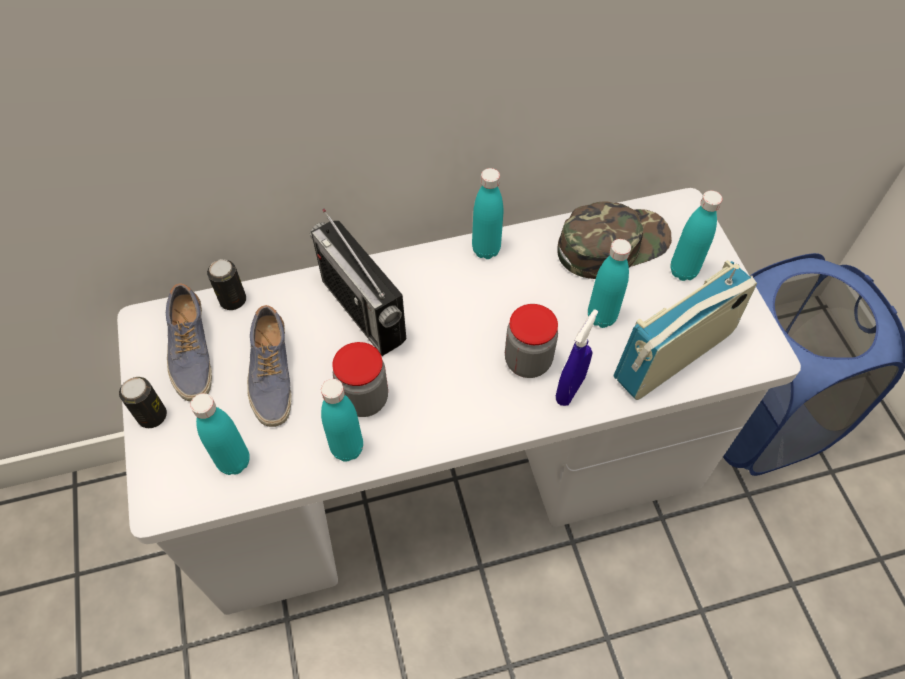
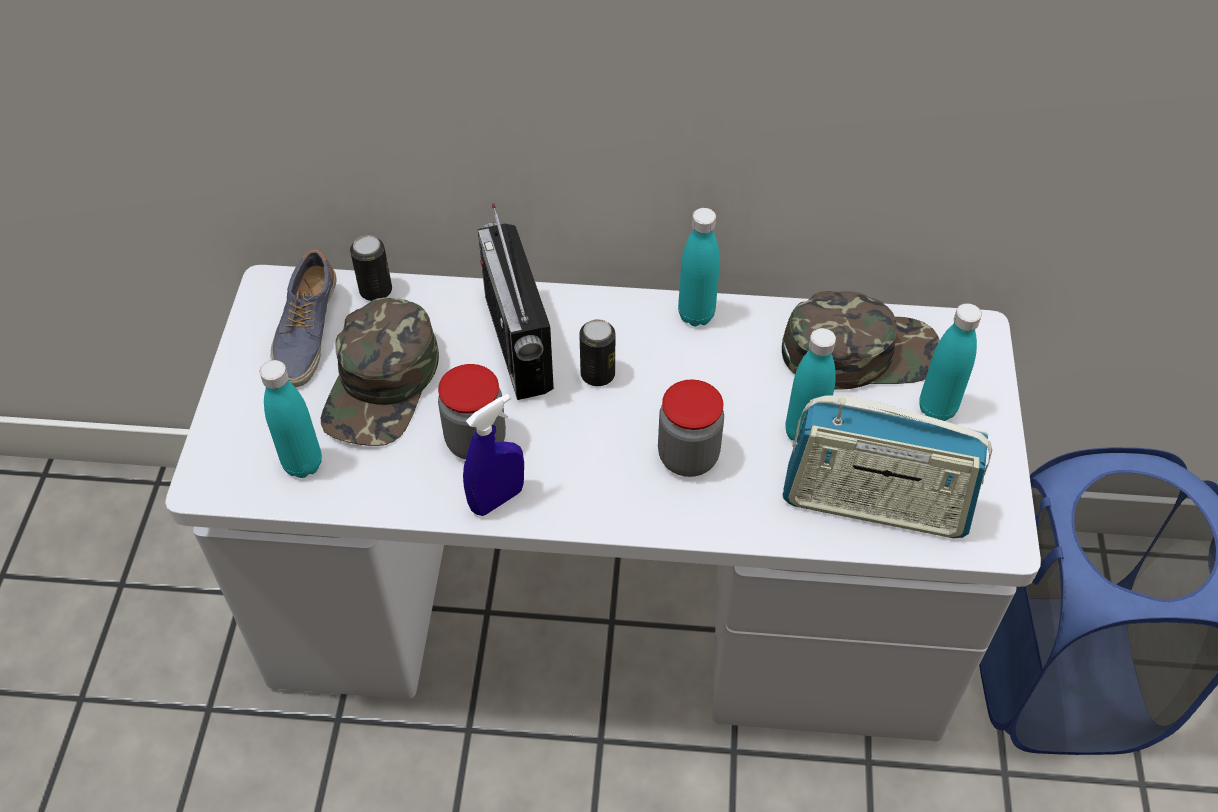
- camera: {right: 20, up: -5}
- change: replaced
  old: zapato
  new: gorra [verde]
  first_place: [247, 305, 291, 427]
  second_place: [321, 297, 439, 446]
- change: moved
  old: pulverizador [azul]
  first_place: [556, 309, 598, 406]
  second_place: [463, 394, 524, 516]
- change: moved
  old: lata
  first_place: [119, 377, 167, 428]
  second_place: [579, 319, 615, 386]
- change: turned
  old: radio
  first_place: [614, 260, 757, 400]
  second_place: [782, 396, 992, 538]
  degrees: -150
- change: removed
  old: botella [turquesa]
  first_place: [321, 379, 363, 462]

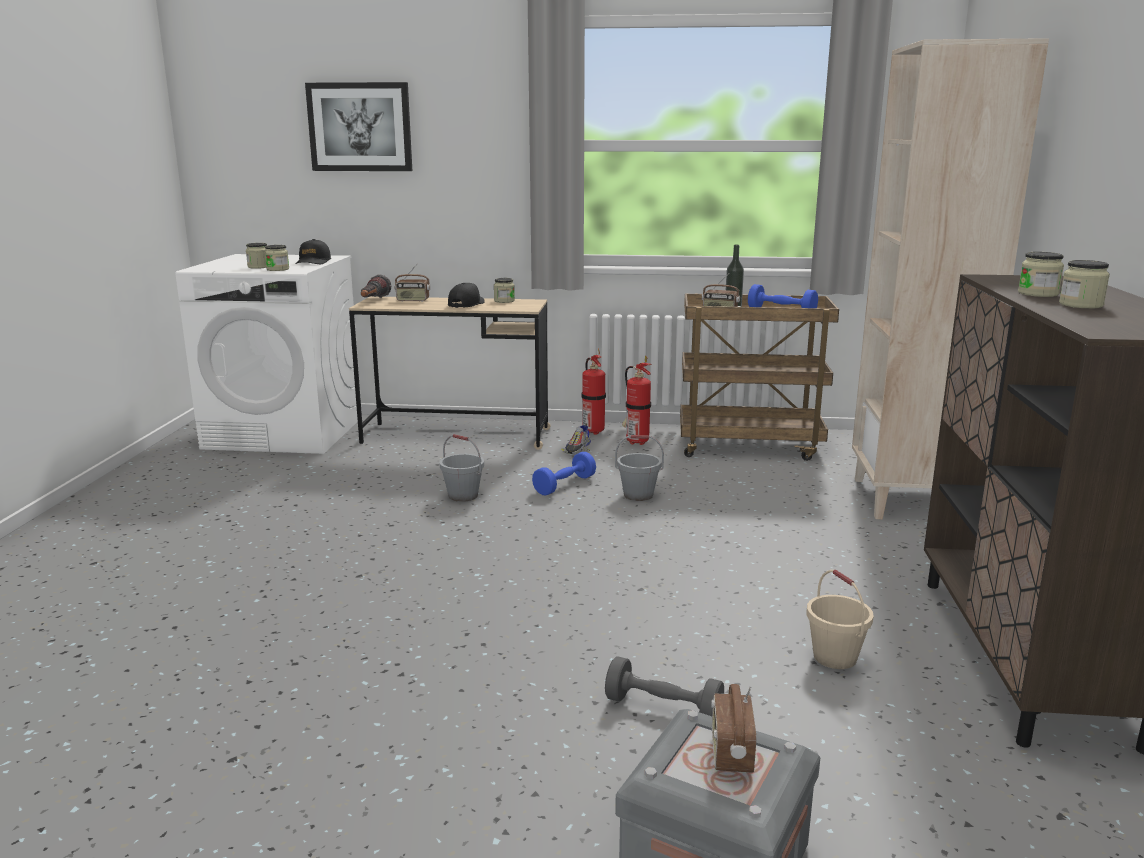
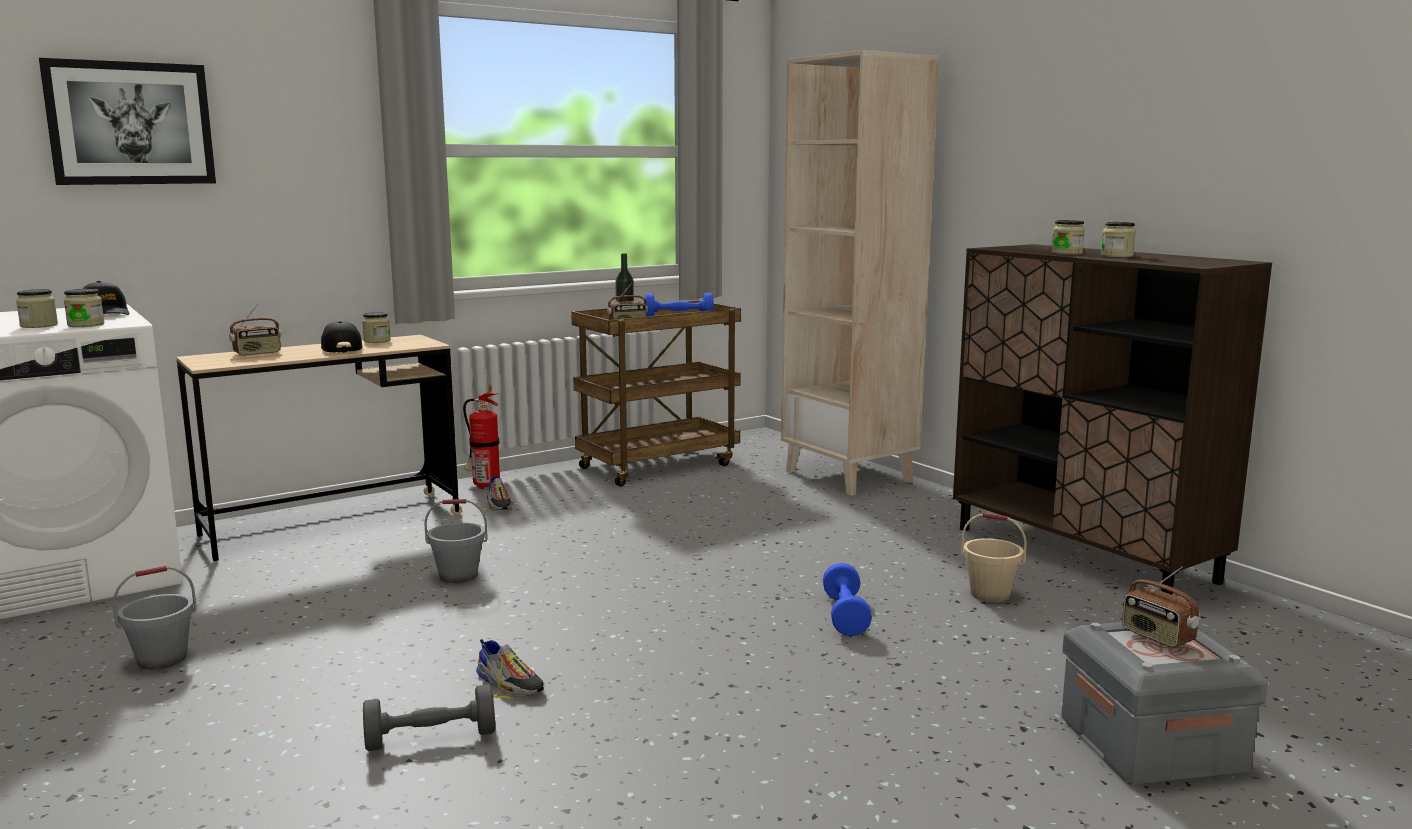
- camera: {right: -40, up: -5}
- change: moved
  old: cubo [gris]
  first_place: [615, 435, 664, 501]
  second_place: [113, 566, 197, 670]
- change: moved
  old: mancuerna [gris]
  first_place: [605, 656, 724, 716]
  second_place: [363, 684, 495, 751]
- change: added
  new: zapato
  second_place: [476, 639, 545, 700]
- change: moved
  old: mancuerna [azul]
  first_place: [532, 452, 596, 495]
  second_place: [823, 563, 872, 636]
- change: removed
  old: linterna
  first_place: [361, 274, 391, 298]
- change: removed
  old: extintor
  first_place: [622, 355, 652, 445]

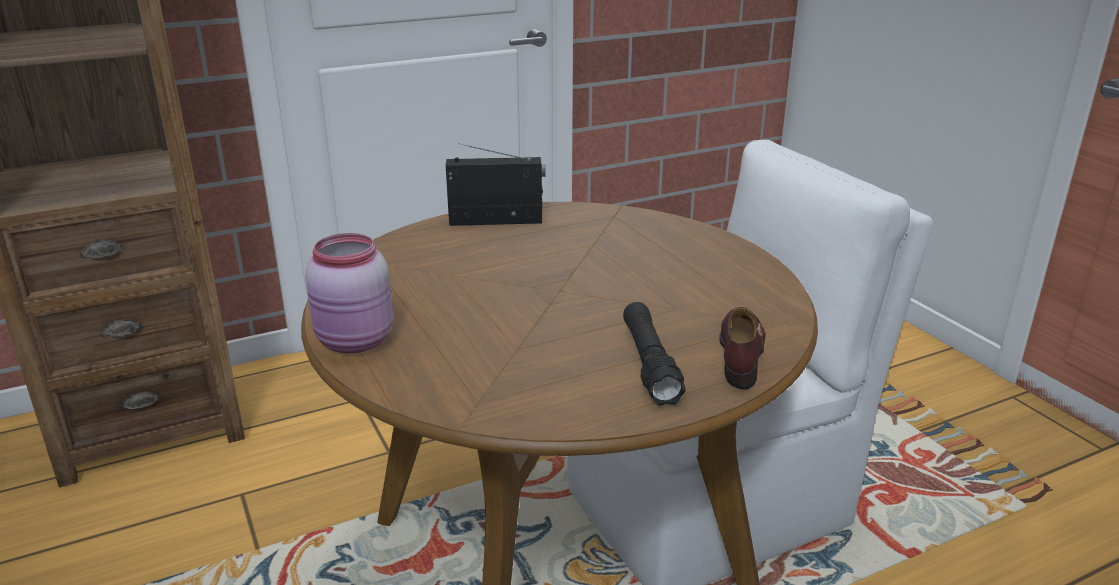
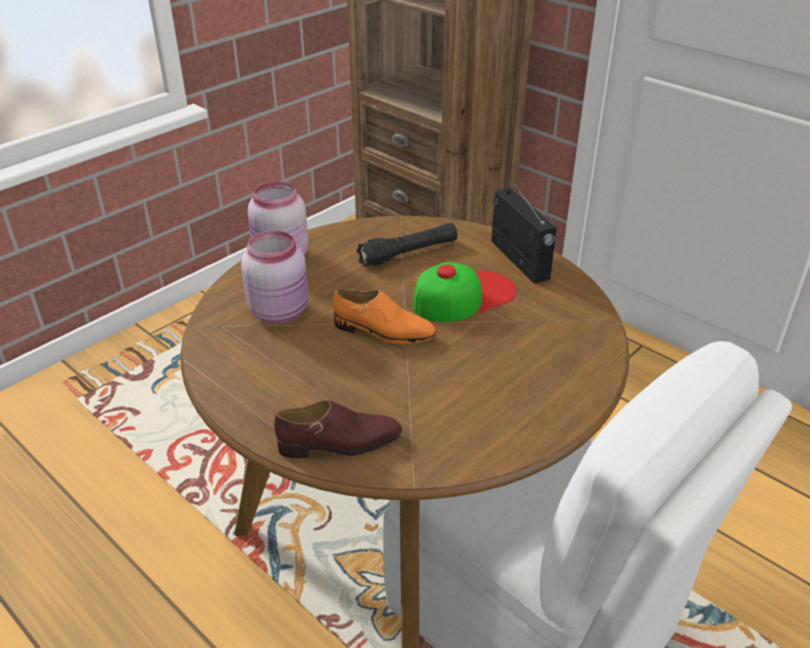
- camera: {right: 70, up: 10}
- change: added
  new: tarro [rosa]
  second_place: [241, 231, 308, 324]
- change: added
  new: zapato [naranja]
  second_place: [333, 288, 436, 344]
- change: moved
  old: linterna [negro]
  first_place: [623, 302, 686, 406]
  second_place: [356, 223, 458, 267]
- change: added
  new: gorra
  second_place: [413, 262, 516, 322]

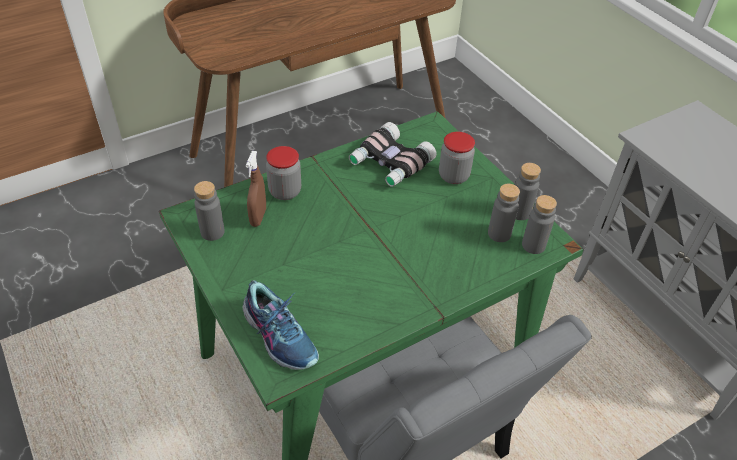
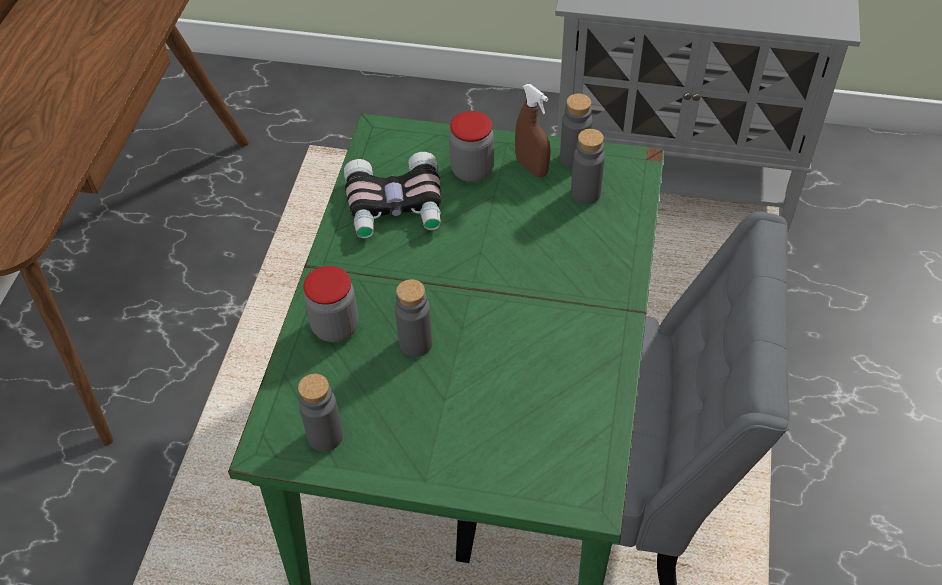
- camera: {right: -45, up: 5}
- change: moved
  old: botella [gris]
  first_place: [522, 195, 557, 254]
  second_place: [395, 279, 432, 357]
- change: moved
  old: pulverizador [marrón]
  first_place: [246, 151, 266, 227]
  second_place: [515, 84, 551, 177]
- change: removed
  old: zapato
  first_place: [243, 280, 319, 370]

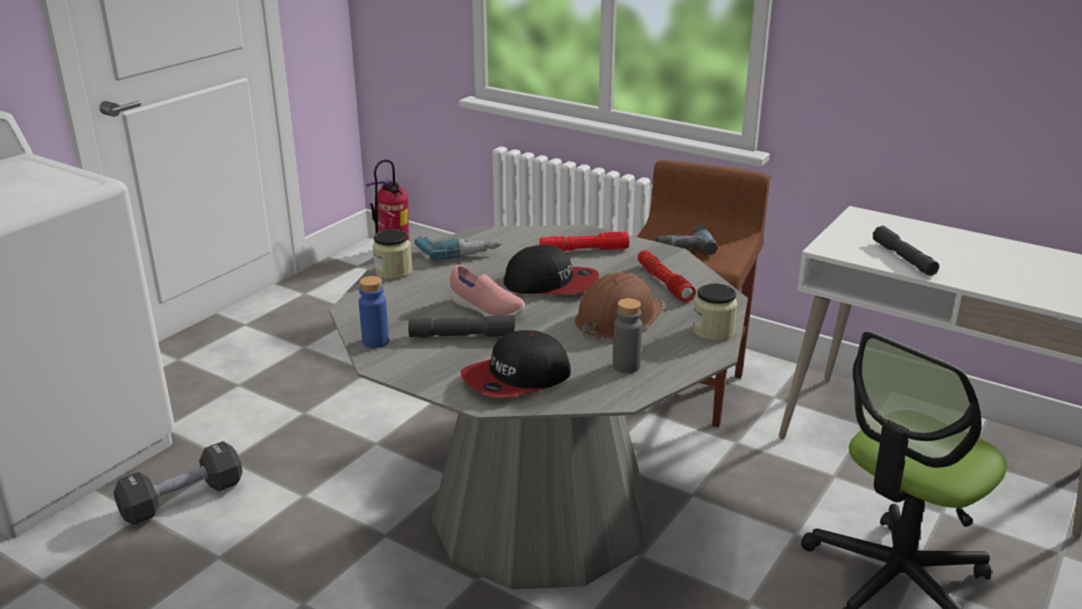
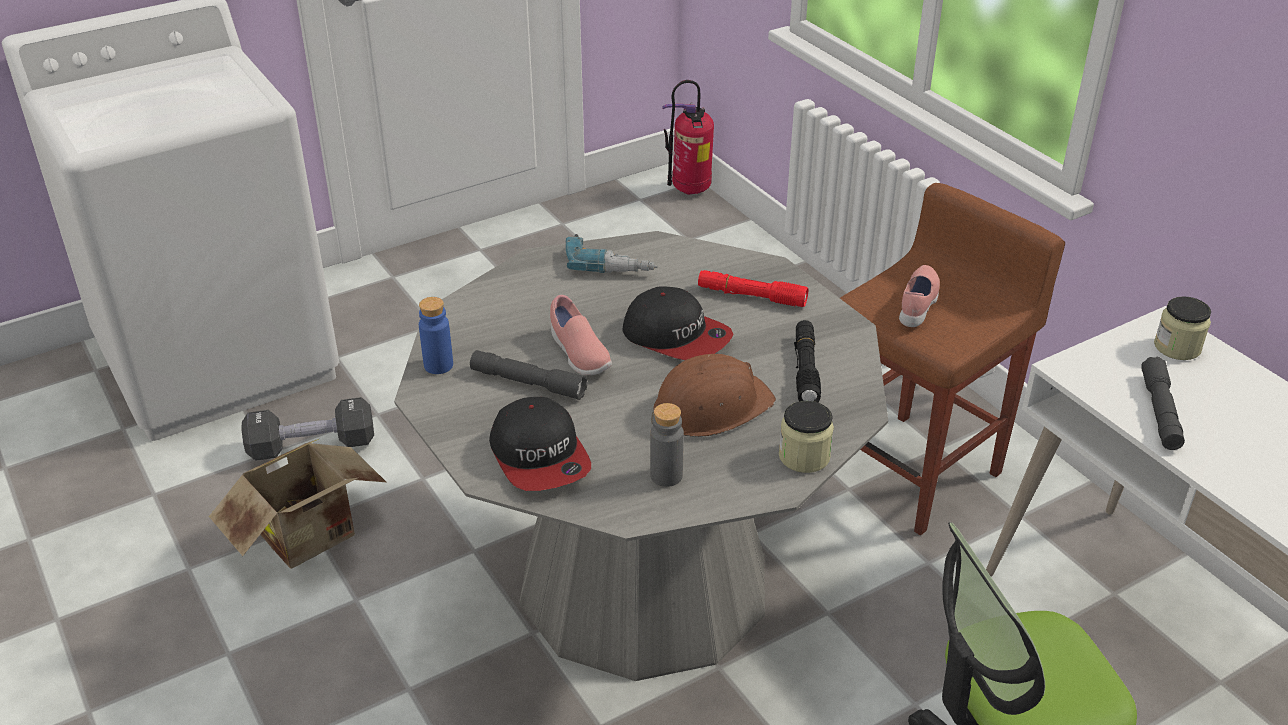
- camera: {right: 25, up: 10}
- change: added
  new: caja de cartón
  second_place: [209, 439, 386, 569]
- change: turned
  old: gorra
  first_place: [461, 330, 571, 398]
  second_place: [489, 397, 591, 491]
  degrees: -105
- change: recoloured
  old: linterna [rojo]
  new: linterna [negro]
  first_place: [638, 250, 696, 302]
  second_place: [794, 320, 821, 402]
- change: replaced
  old: taladro
  new: zapato [rosa]
  first_place: [656, 224, 718, 255]
  second_place: [899, 265, 940, 327]
- change: moved
  old: tarro
  first_place: [372, 229, 412, 279]
  second_place: [1154, 296, 1211, 360]

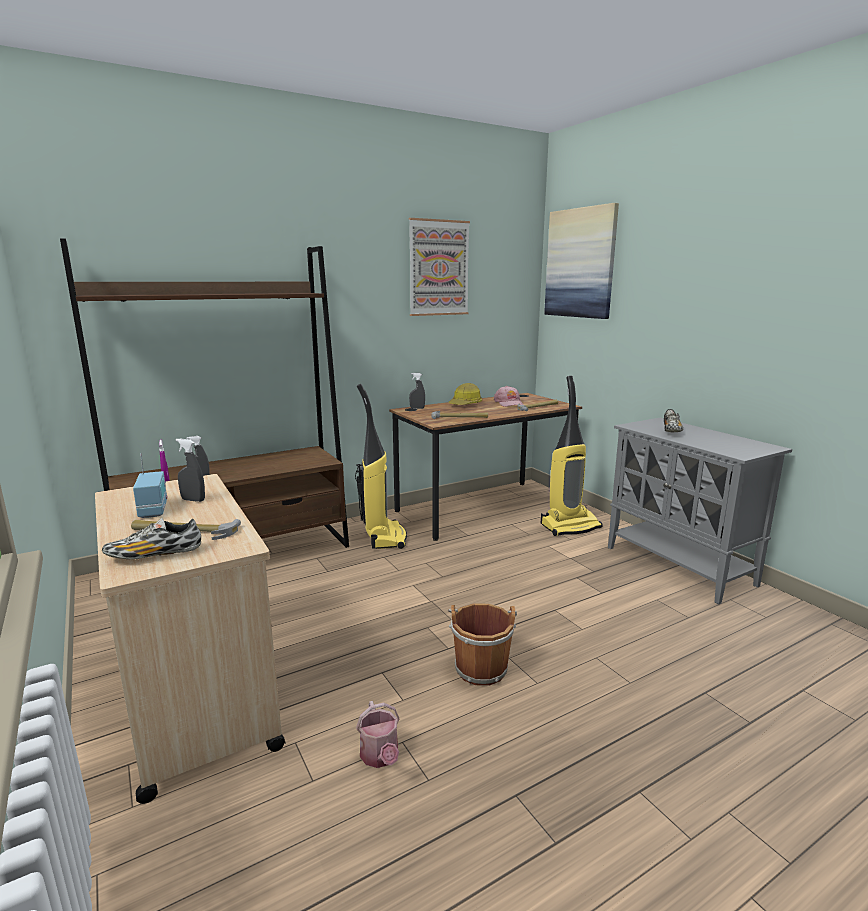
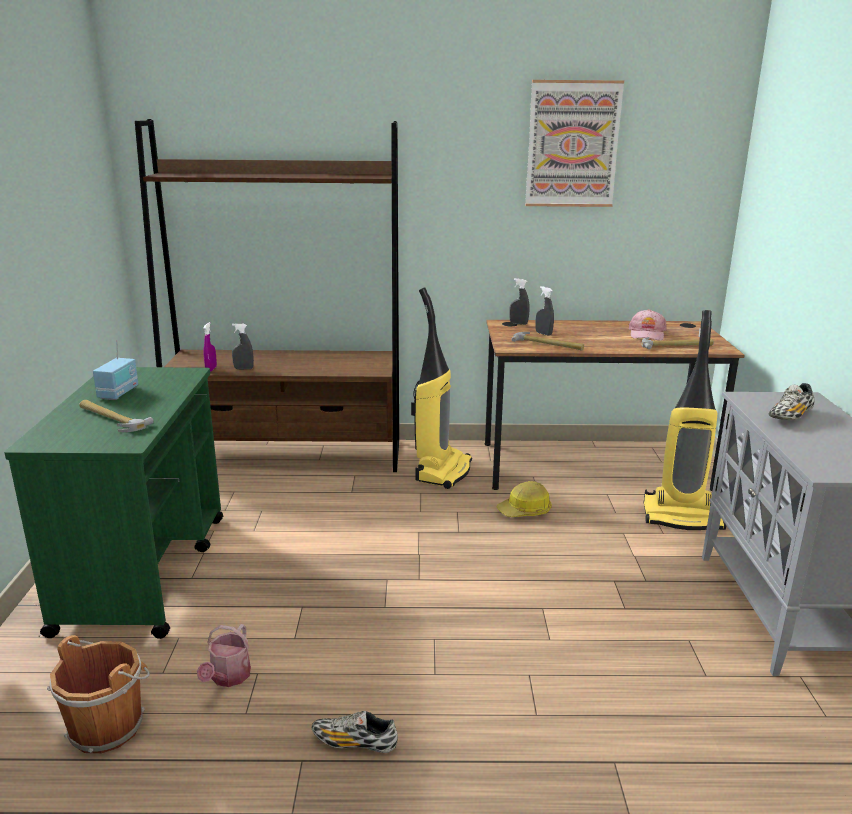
- camera: {right: 30, up: 5}
- change: recoloured
  old: carrito [beis]
  new: carrito [verde]
  first_place: [95, 474, 285, 804]
  second_place: [4, 367, 223, 639]
- change: moved
  old: cubo [marrón]
  first_place: [448, 603, 517, 686]
  second_place: [47, 635, 150, 754]
- change: moved
  old: zapato
  first_place: [102, 518, 201, 559]
  second_place: [312, 711, 398, 753]
- change: moved
  old: casco
  first_place: [448, 383, 482, 405]
  second_place: [496, 481, 552, 517]
- change: moved
  old: pulverizador [gris]
  first_place: [176, 439, 205, 502]
  second_place: [536, 286, 554, 336]
- change: removed
  old: cuadro
  first_place: [544, 203, 619, 319]

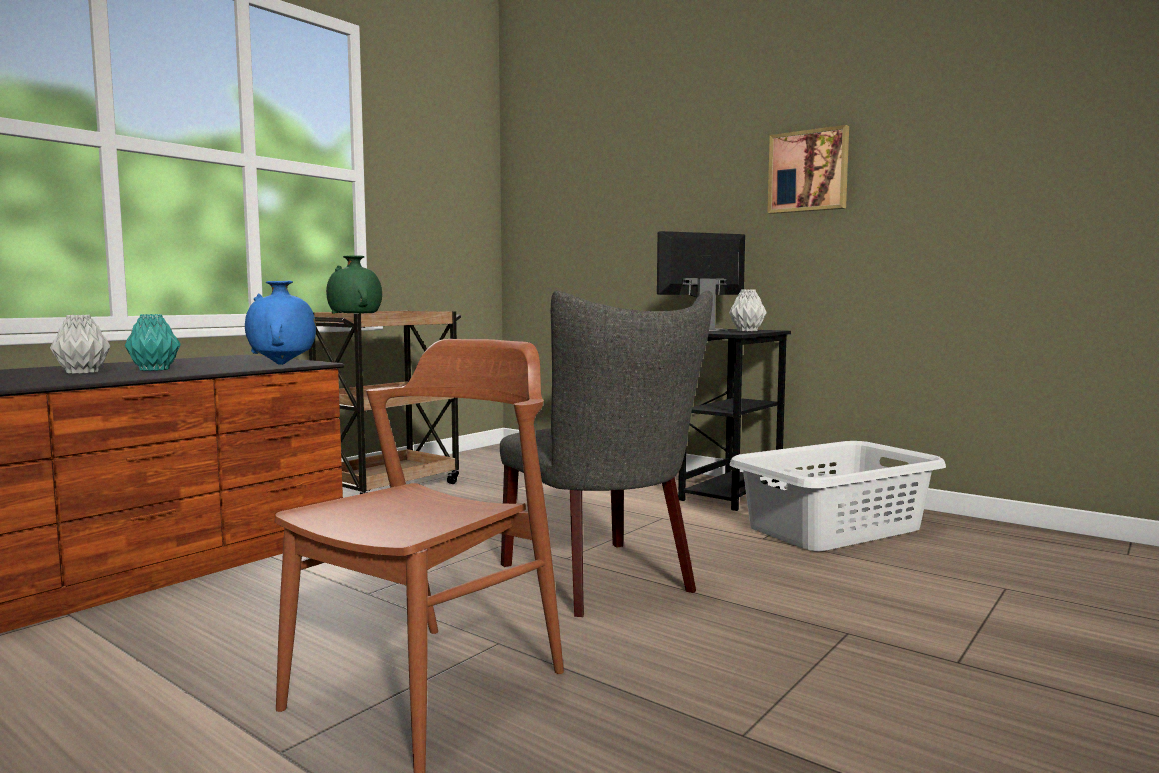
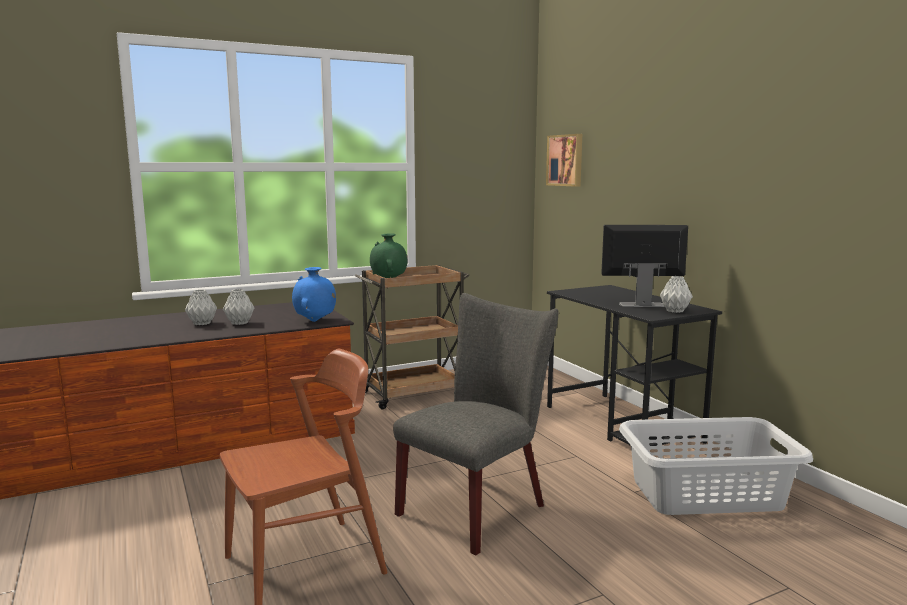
- camera: {right: 25, up: 5}
- change: recoloured
  old: florero [turquesa]
  new: florero [gris]
  first_place: [125, 314, 181, 371]
  second_place: [223, 289, 254, 325]
- change: turned
  old: silla [gris]
  first_place: [500, 291, 713, 617]
  second_place: [393, 293, 558, 555]
  degrees: -135
- change: moved
  old: cuadro
  first_place: [767, 125, 849, 214]
  second_place: [546, 134, 582, 187]

